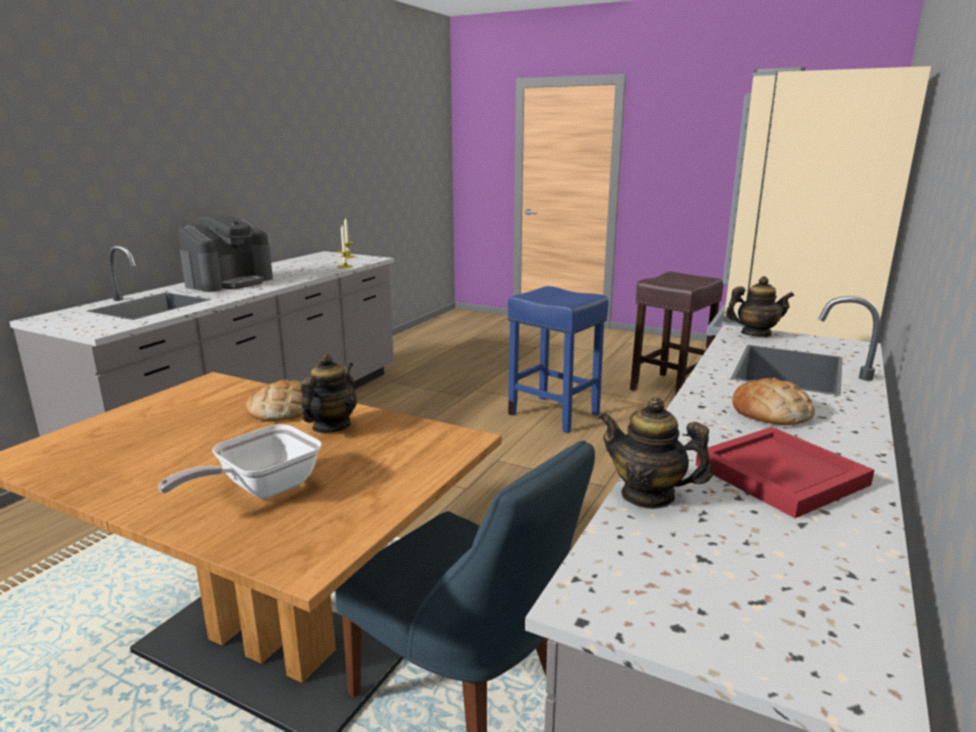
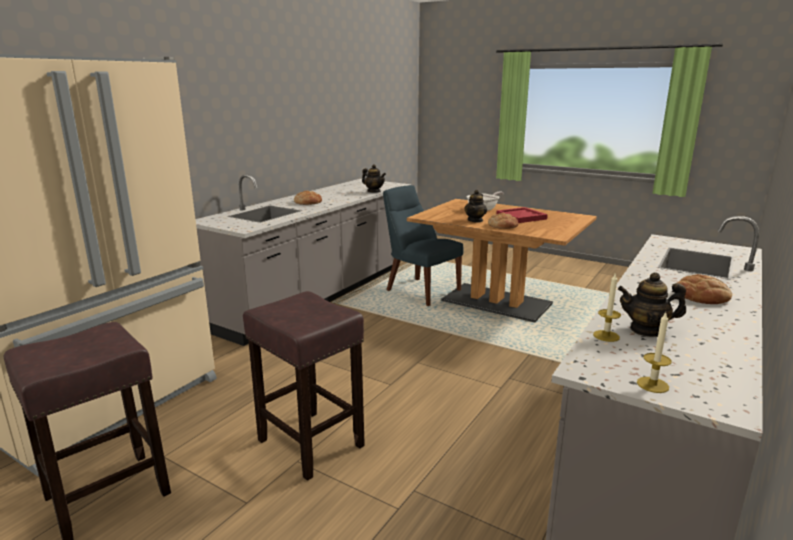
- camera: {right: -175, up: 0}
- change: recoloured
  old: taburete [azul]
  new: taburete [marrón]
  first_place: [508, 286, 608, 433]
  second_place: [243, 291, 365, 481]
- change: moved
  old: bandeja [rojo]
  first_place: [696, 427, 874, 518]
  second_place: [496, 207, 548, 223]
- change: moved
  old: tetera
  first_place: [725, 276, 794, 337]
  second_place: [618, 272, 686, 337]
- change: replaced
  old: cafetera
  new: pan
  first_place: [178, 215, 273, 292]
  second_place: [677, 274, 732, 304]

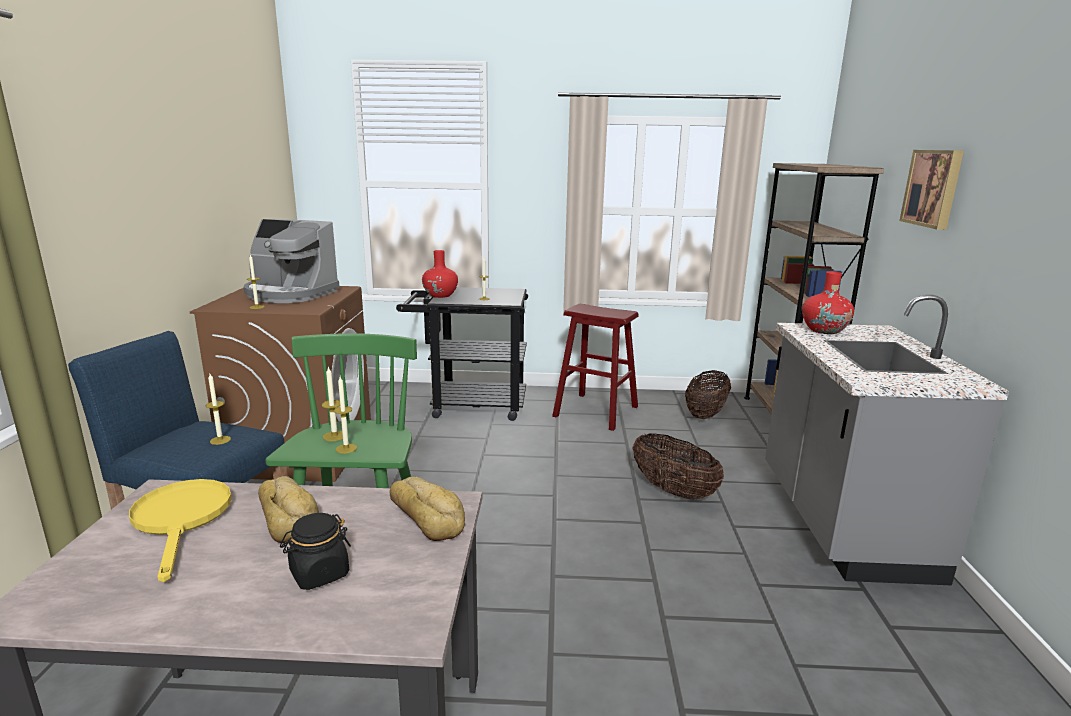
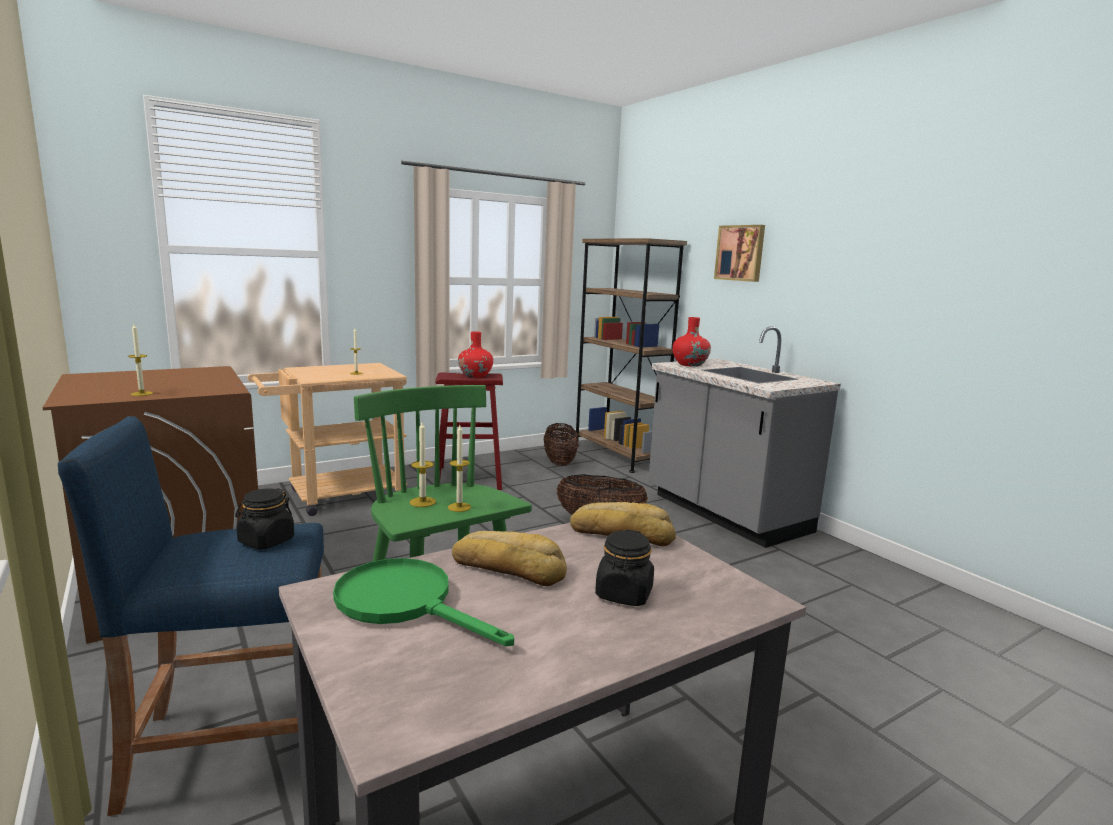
- camera: {right: -35, up: -5}
- change: replaced
  old: vela
  new: tarro [negro]
  first_place: [206, 374, 231, 445]
  second_place: [235, 488, 295, 549]
- change: recoloured
  old: carrito [negro]
  new: carrito [beis]
  first_place: [396, 287, 528, 421]
  second_place: [247, 363, 407, 516]
- change: recoloured
  old: sartén [amarillo]
  new: sartén [verde]
  first_place: [129, 479, 232, 582]
  second_place: [333, 558, 514, 646]
- change: moved
  old: florero [rojo]
  first_place: [422, 250, 458, 298]
  second_place: [458, 332, 493, 378]
- change: removed
  old: cafetera
  first_place: [244, 219, 340, 303]

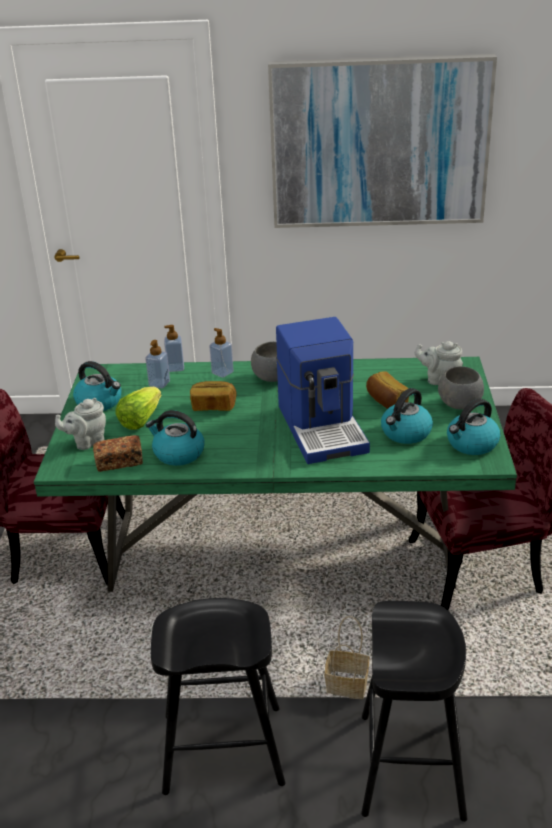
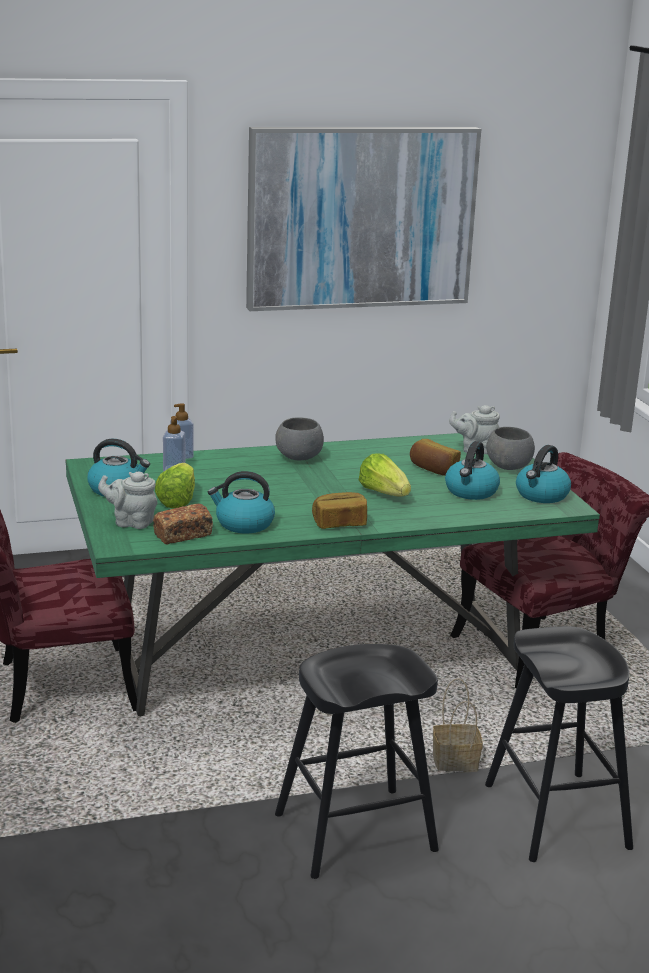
- camera: {right: -20, up: -10}
- change: turned
  old: tetera [gris]
  first_place: [55, 398, 106, 450]
  second_place: [98, 472, 158, 529]
  degrees: 60
- change: moved
  old: pan
  first_place: [190, 381, 236, 411]
  second_place: [312, 492, 367, 529]
- change: replaced
  old: cafetera
  new: lechuga
  first_place: [276, 317, 370, 464]
  second_place: [359, 454, 411, 497]
- change: removed
  old: dispensador de jabón
  first_place: [209, 328, 234, 378]

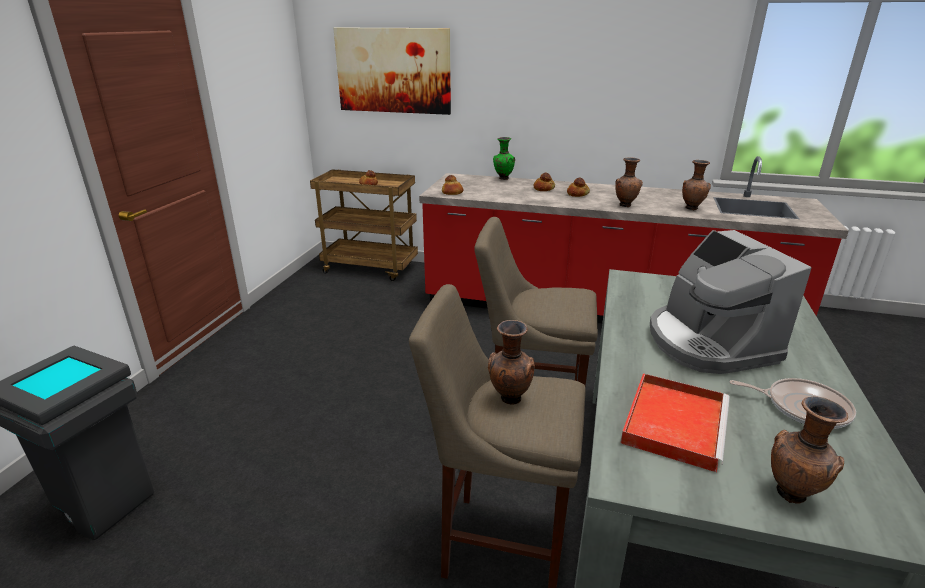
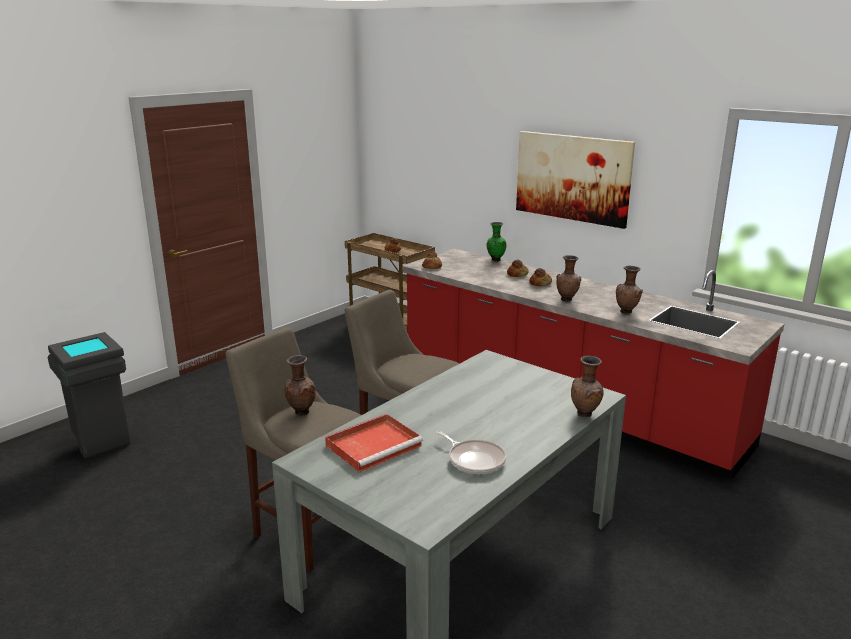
- camera: {right: 25, up: -5}
- change: moved
  old: cuadro
  first_place: [333, 28, 451, 115]
  second_place: [516, 131, 635, 229]
- change: moved
  old: florero [marrón]
  first_place: [771, 396, 848, 504]
  second_place: [571, 356, 604, 417]
- change: removed
  old: cafetera
  first_place: [650, 230, 812, 374]

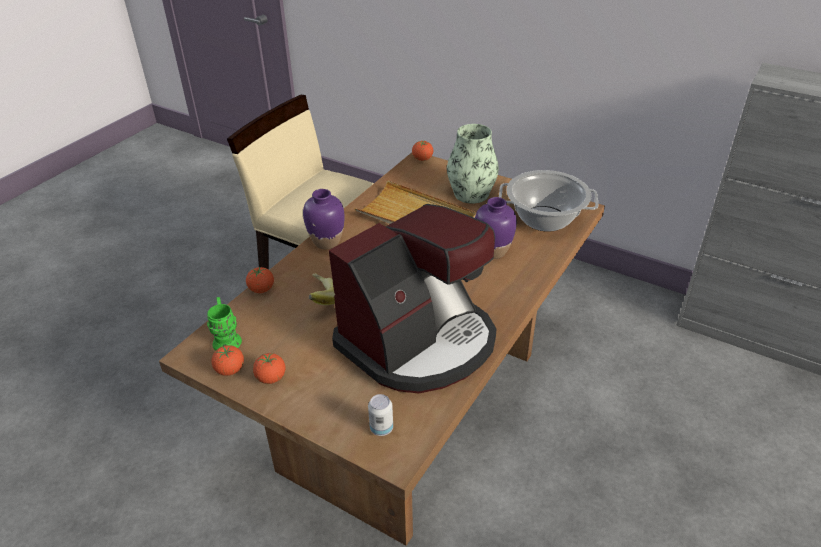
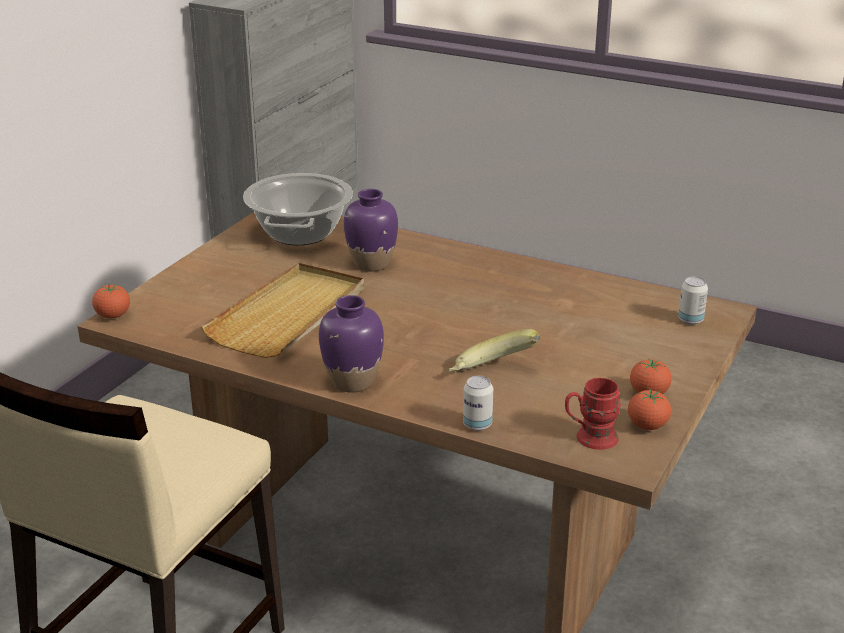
- camera: {right: -95, up: -10}
- change: replaced
  old: tomate
  new: lata
  first_place: [246, 267, 274, 293]
  second_place: [463, 376, 493, 431]
- change: recoloured
  old: taza grande [verde]
  new: taza grande [rojo]
  first_place: [207, 297, 242, 351]
  second_place: [565, 378, 621, 450]
- change: removed
  old: cafetera
  first_place: [329, 204, 496, 393]
- change: removed
  old: florero
  first_place: [447, 124, 499, 204]

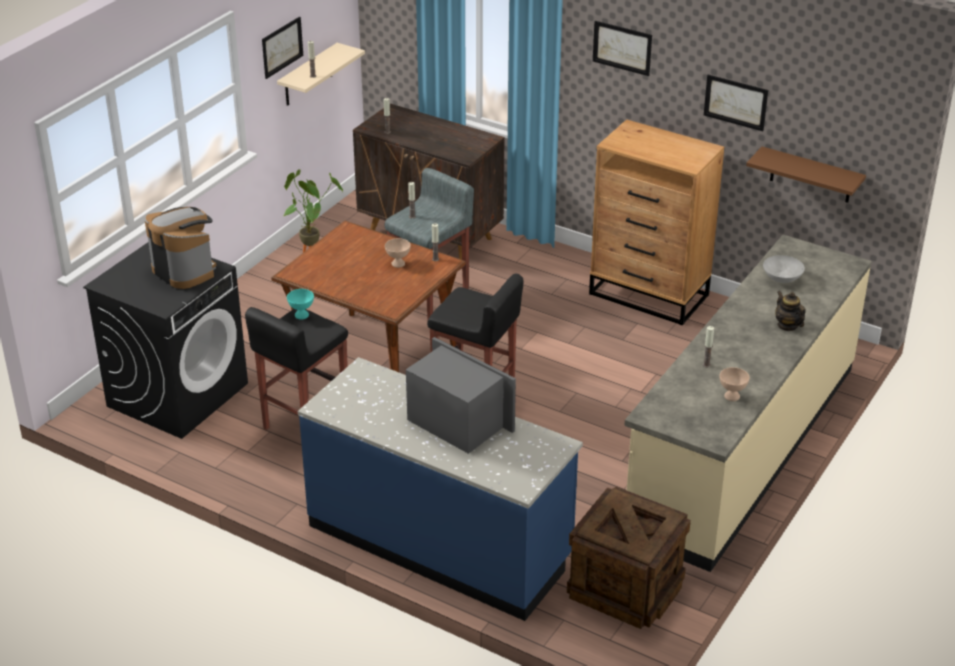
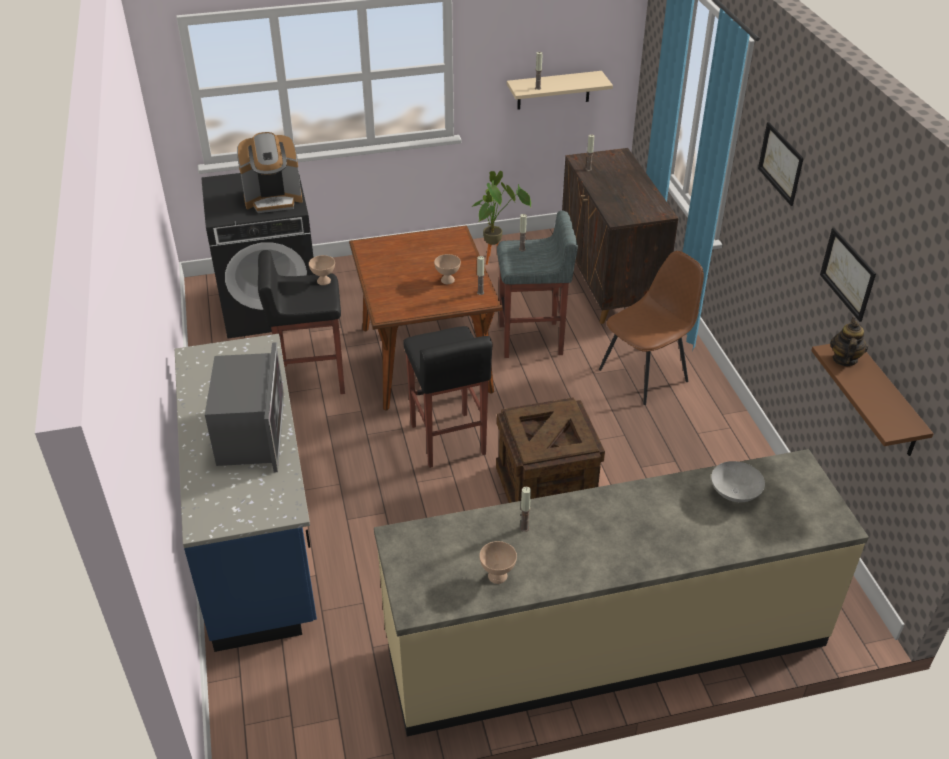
- camera: {right: 45, up: 5}
- change: turned
  old: cafetera
  first_place: [145, 207, 216, 289]
  second_place: [237, 132, 303, 213]
  degrees: 75
- change: recoloured
  old: cuenco [turquesa]
  new: cuenco [beis]
  first_place: [287, 289, 314, 319]
  second_place: [309, 255, 335, 285]
- change: moved
  old: caja de embalaje
  first_place: [567, 486, 691, 629]
  second_place: [496, 397, 605, 503]
- change: added
  new: silla [marrón]
  second_place: [599, 251, 704, 405]
- change: moved
  old: tetera
  first_place: [775, 291, 806, 331]
  second_place: [830, 317, 868, 366]
- change: removed
  old: cuadro
  first_place: [262, 17, 303, 79]
- change: removed
  old: cómoda [marrón]
  first_place: [589, 119, 724, 326]

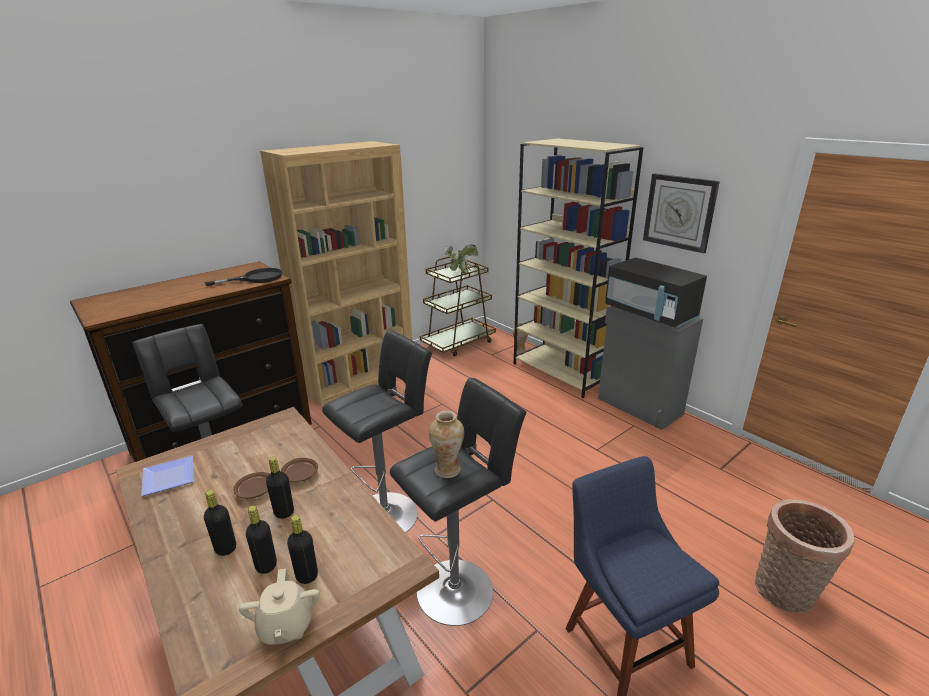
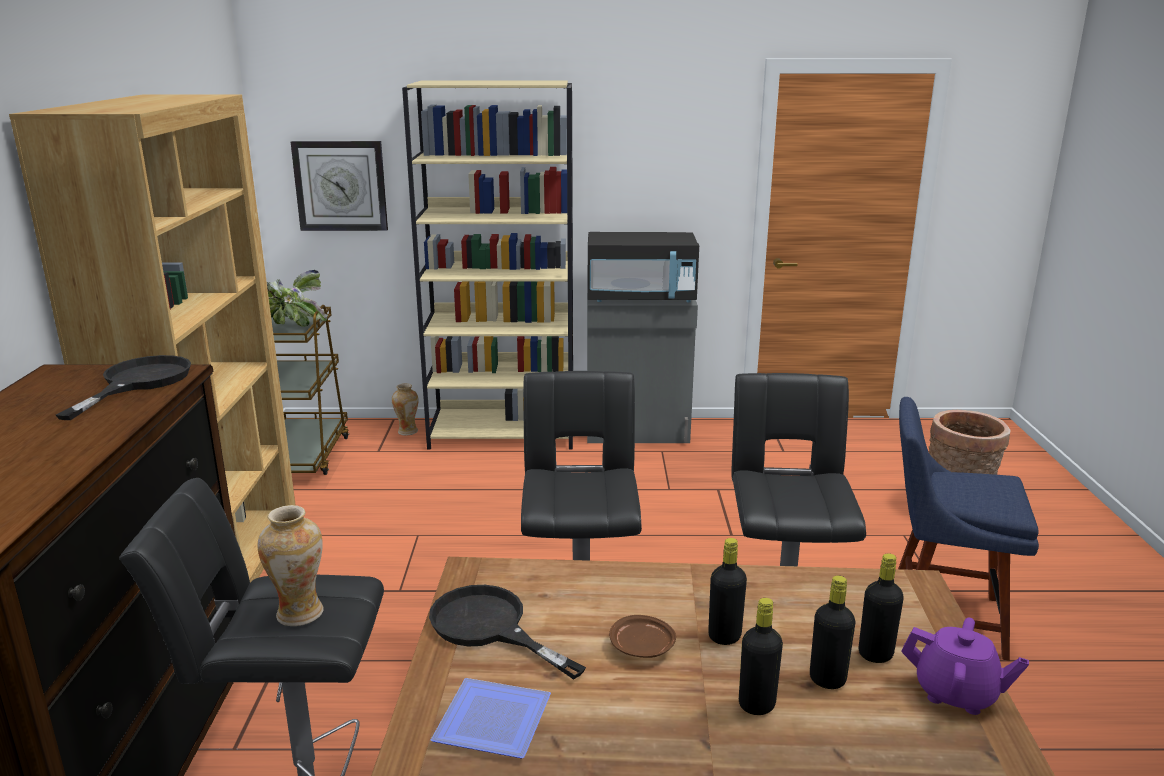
- camera: {right: -50, up: -5}
- change: moved
  old: florero
  first_place: [429, 411, 464, 478]
  second_place: [258, 505, 324, 626]
- change: moved
  old: reloj de pared
  first_place: [643, 173, 720, 254]
  second_place: [291, 141, 388, 231]
- change: added
  new: sartén [negro]
  second_place: [429, 585, 586, 680]
- change: recoloured
  old: tetera [beis]
  new: tetera [morado]
  first_place: [239, 569, 320, 645]
  second_place: [901, 618, 1029, 715]
- change: removed
  old: plato [marrón]
  first_place: [281, 458, 318, 482]

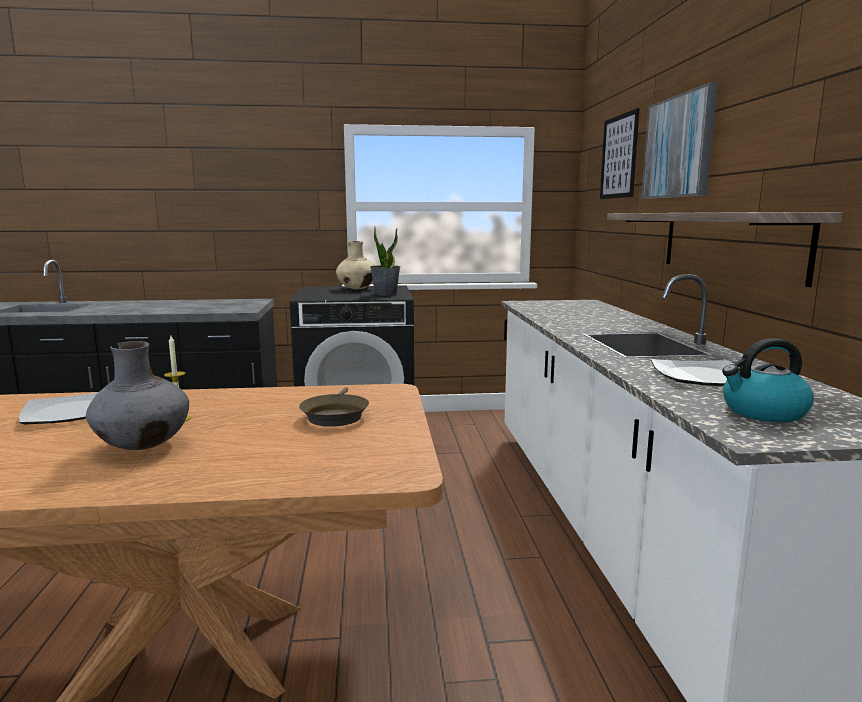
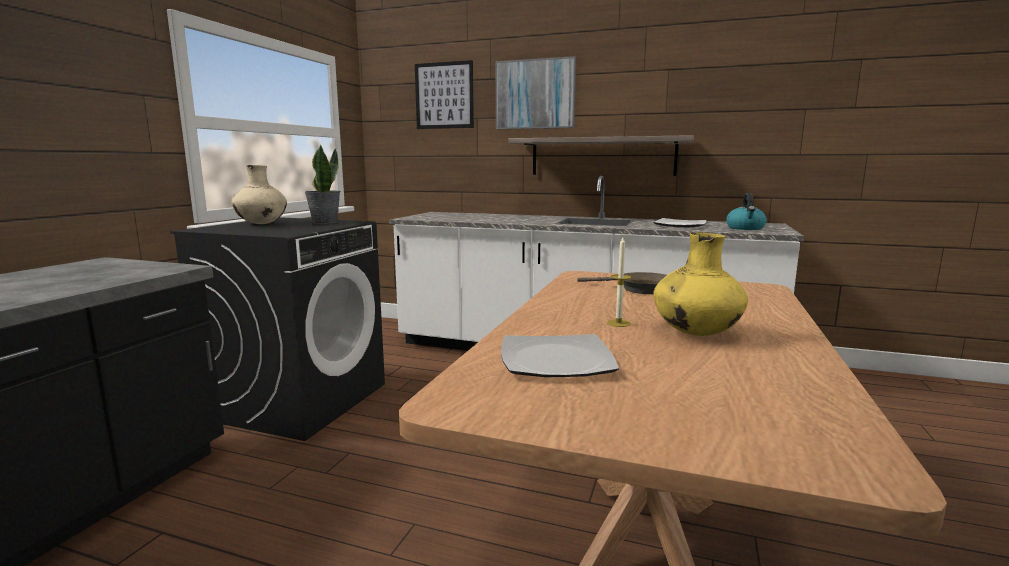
- camera: {right: -65, up: 0}
- change: recoloured
  old: florero [gris]
  new: florero [amarillo]
  first_place: [86, 341, 189, 450]
  second_place: [653, 232, 748, 336]

